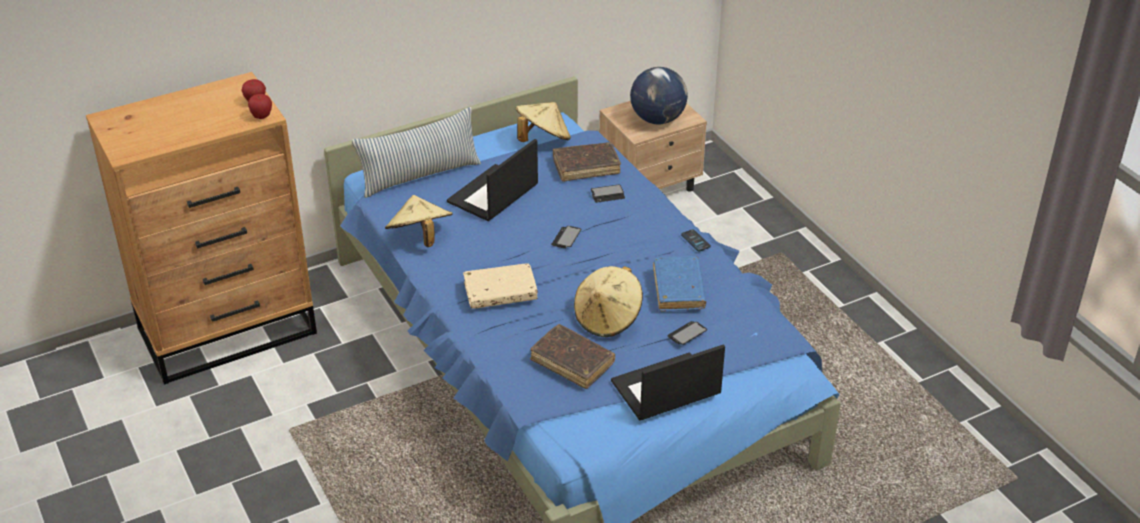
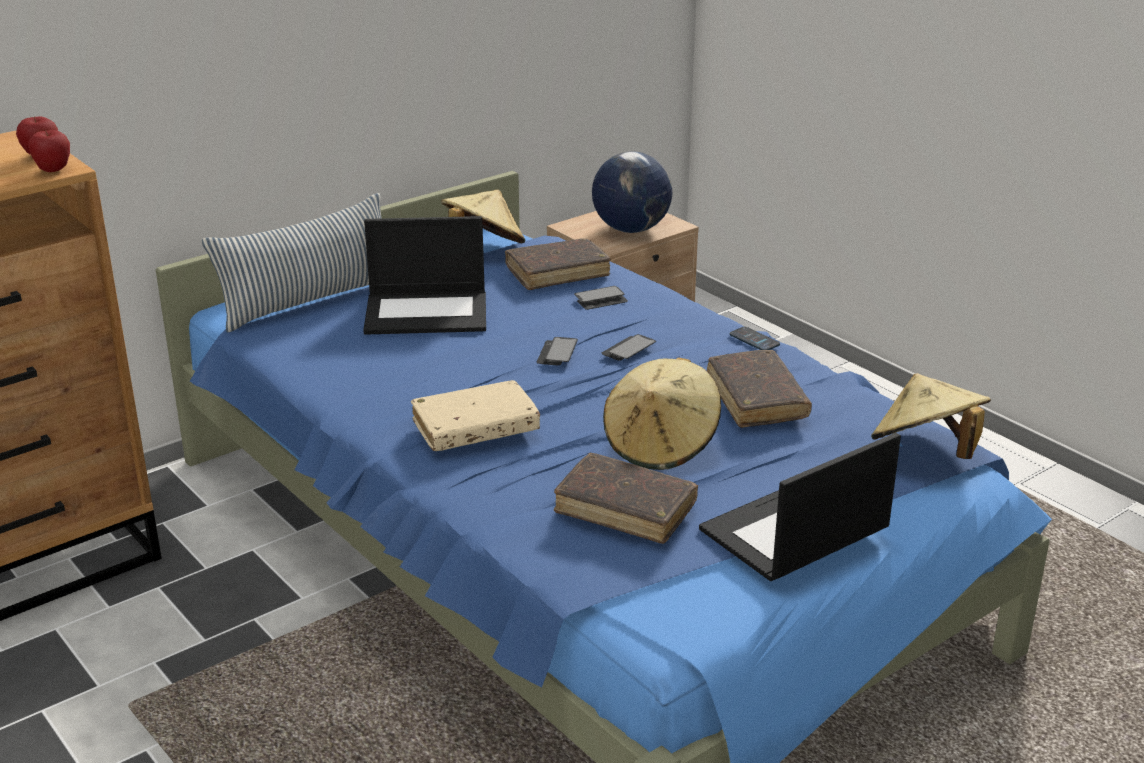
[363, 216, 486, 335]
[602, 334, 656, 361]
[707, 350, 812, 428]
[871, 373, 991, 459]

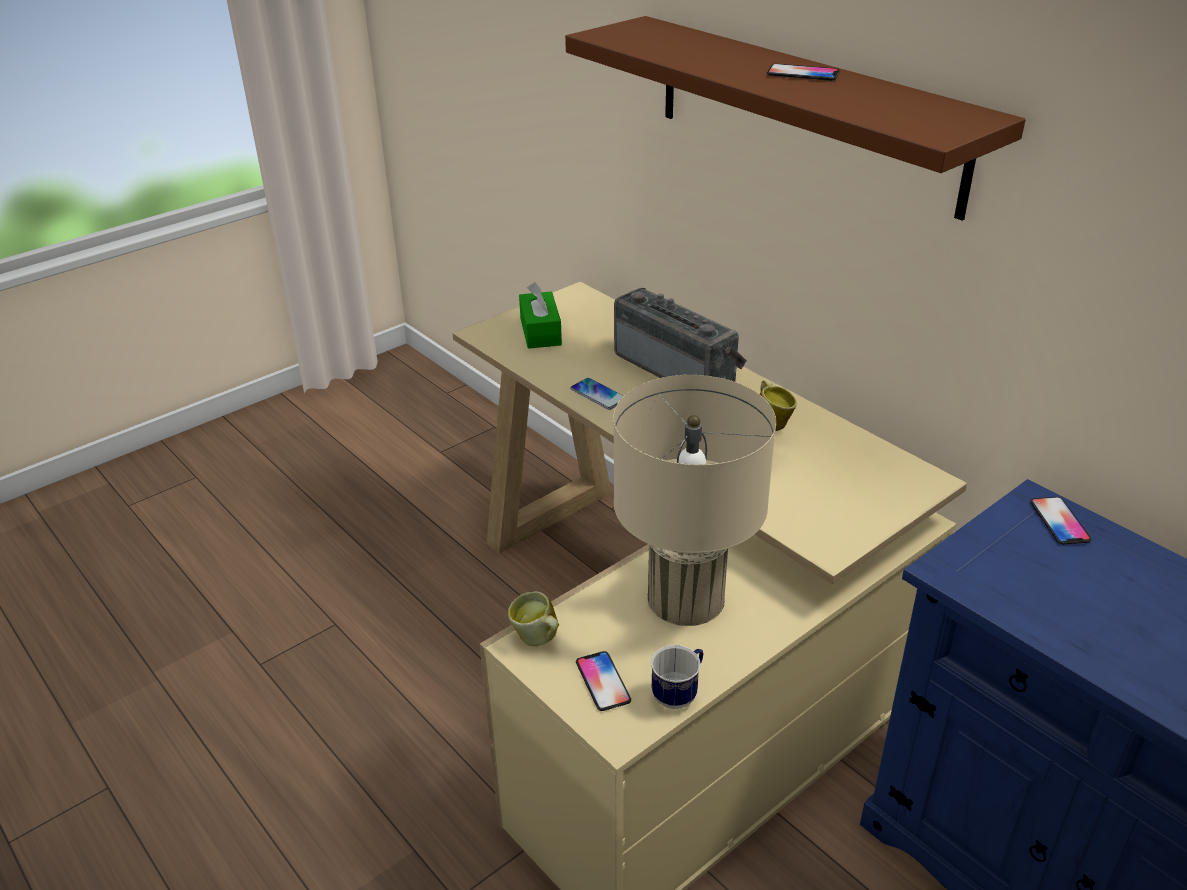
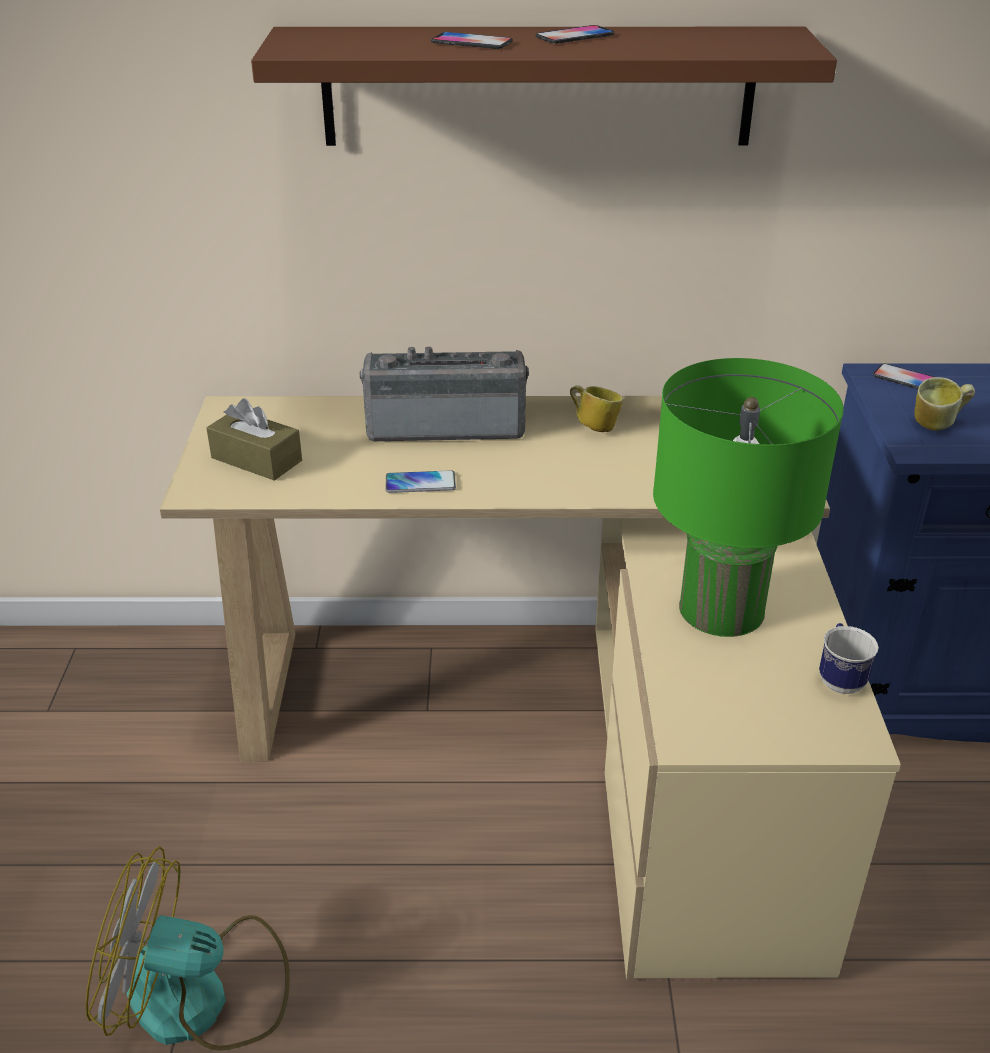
[85, 846, 290, 1051]
[206, 398, 302, 481]
[431, 32, 513, 49]
[653, 358, 844, 637]
[914, 377, 975, 431]

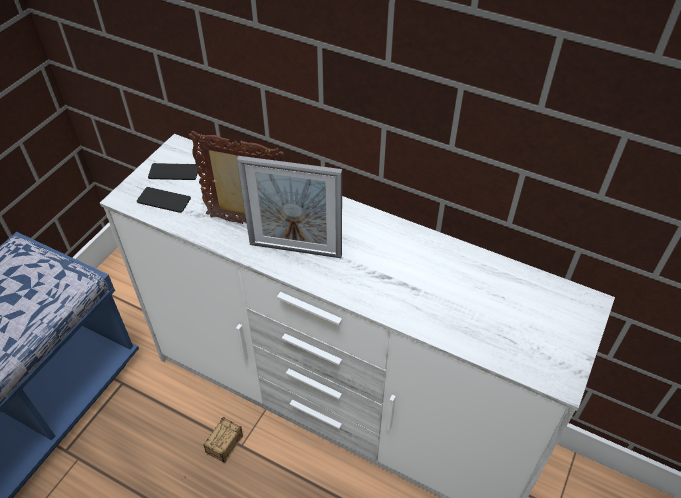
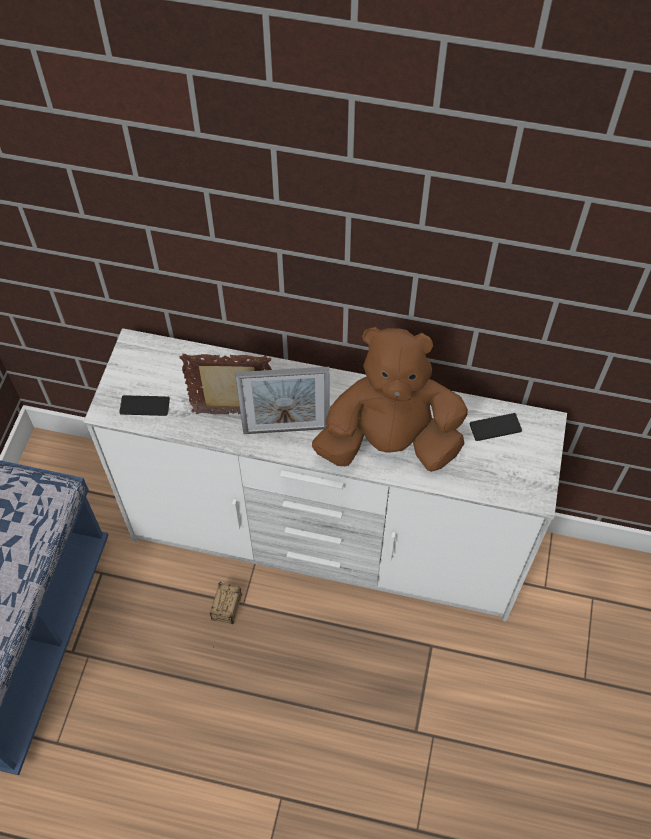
[312, 327, 468, 472]
[470, 413, 522, 441]

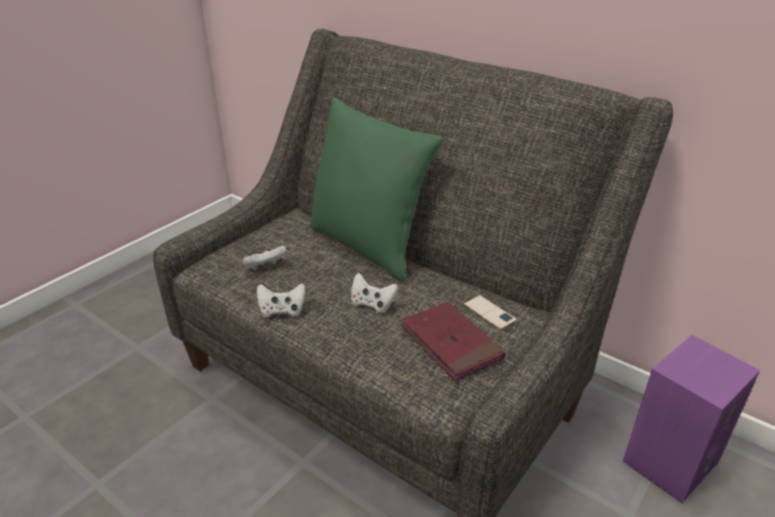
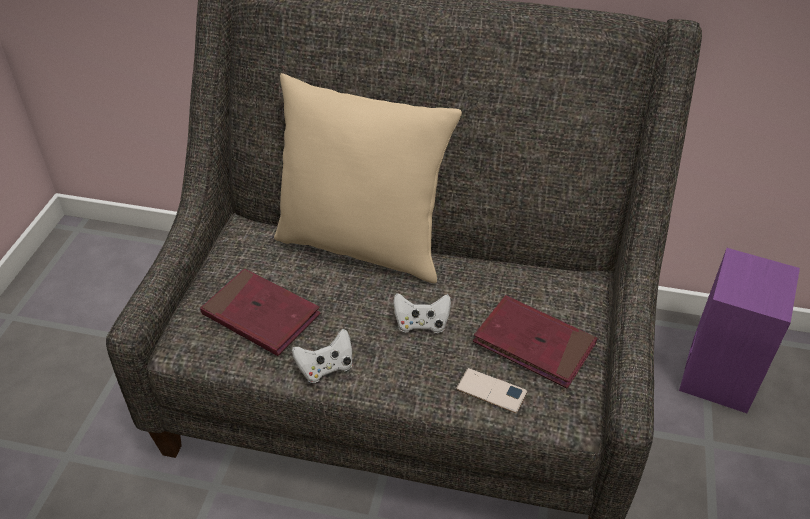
[200, 269, 321, 356]
[274, 73, 462, 283]
[456, 368, 528, 413]

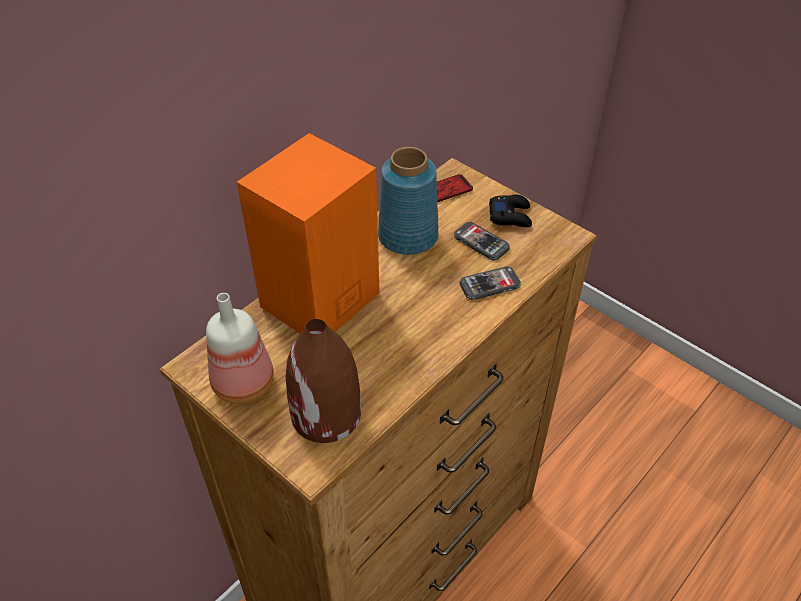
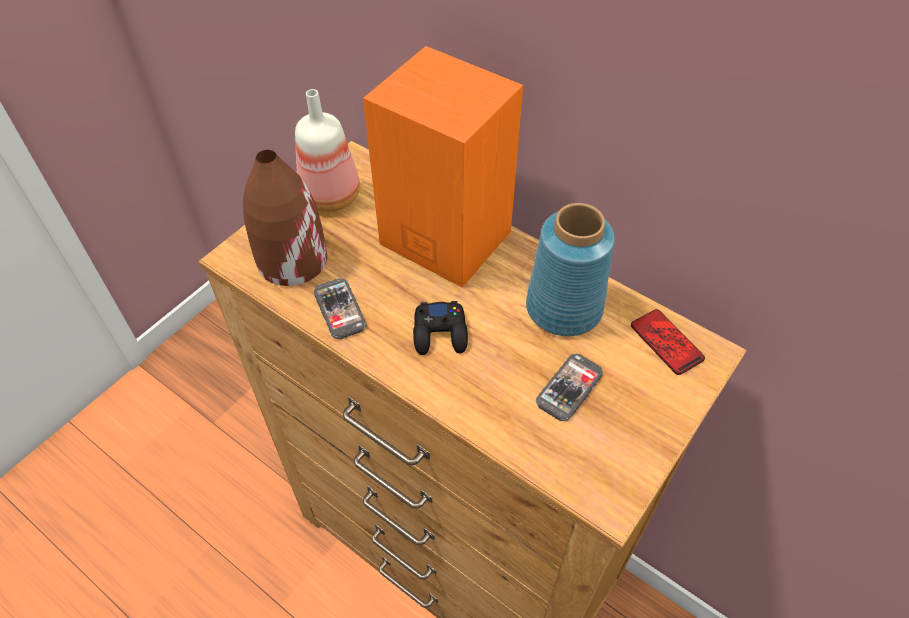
[313, 278, 367, 339]
[413, 301, 468, 355]

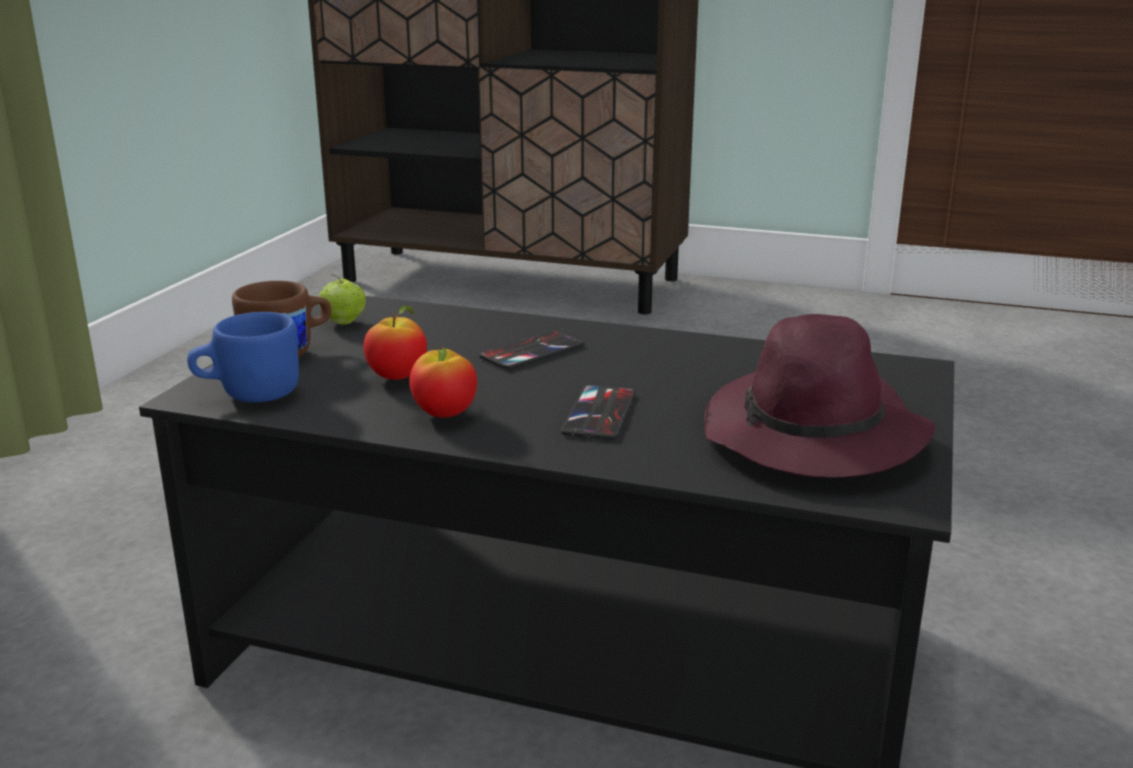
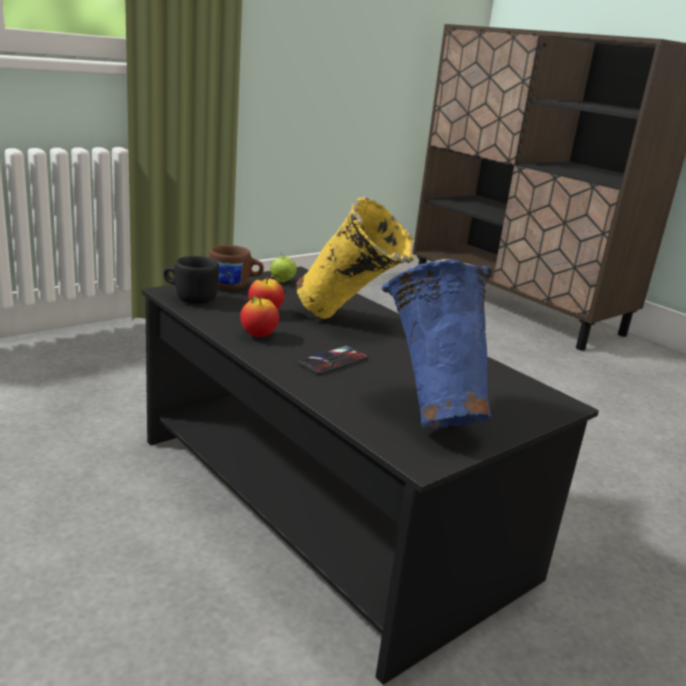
[163, 256, 219, 304]
[296, 196, 414, 319]
[382, 259, 492, 429]

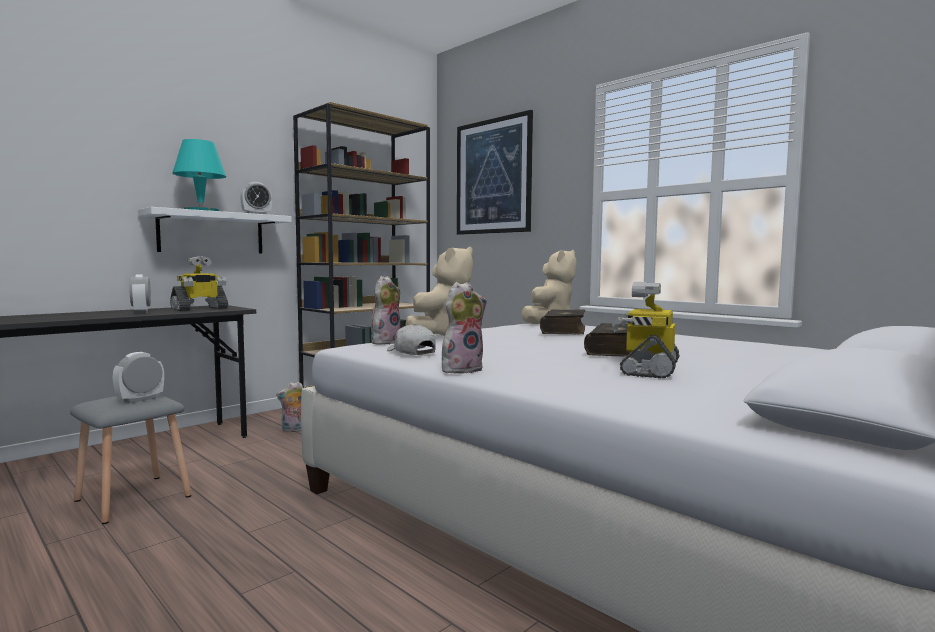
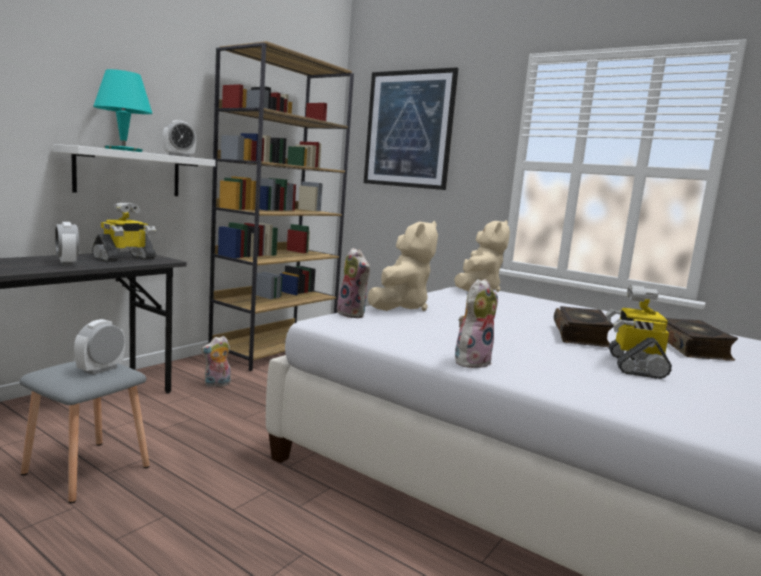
[334, 248, 370, 318]
[666, 318, 738, 361]
[387, 324, 436, 355] (first image)

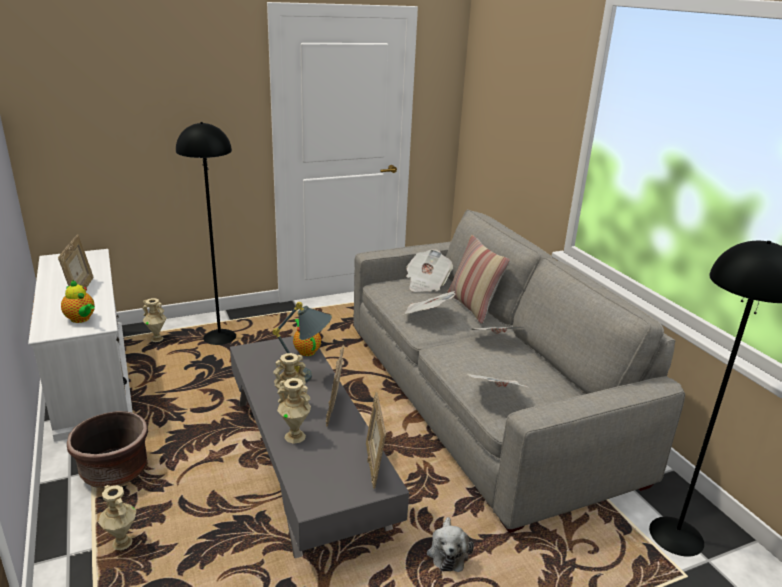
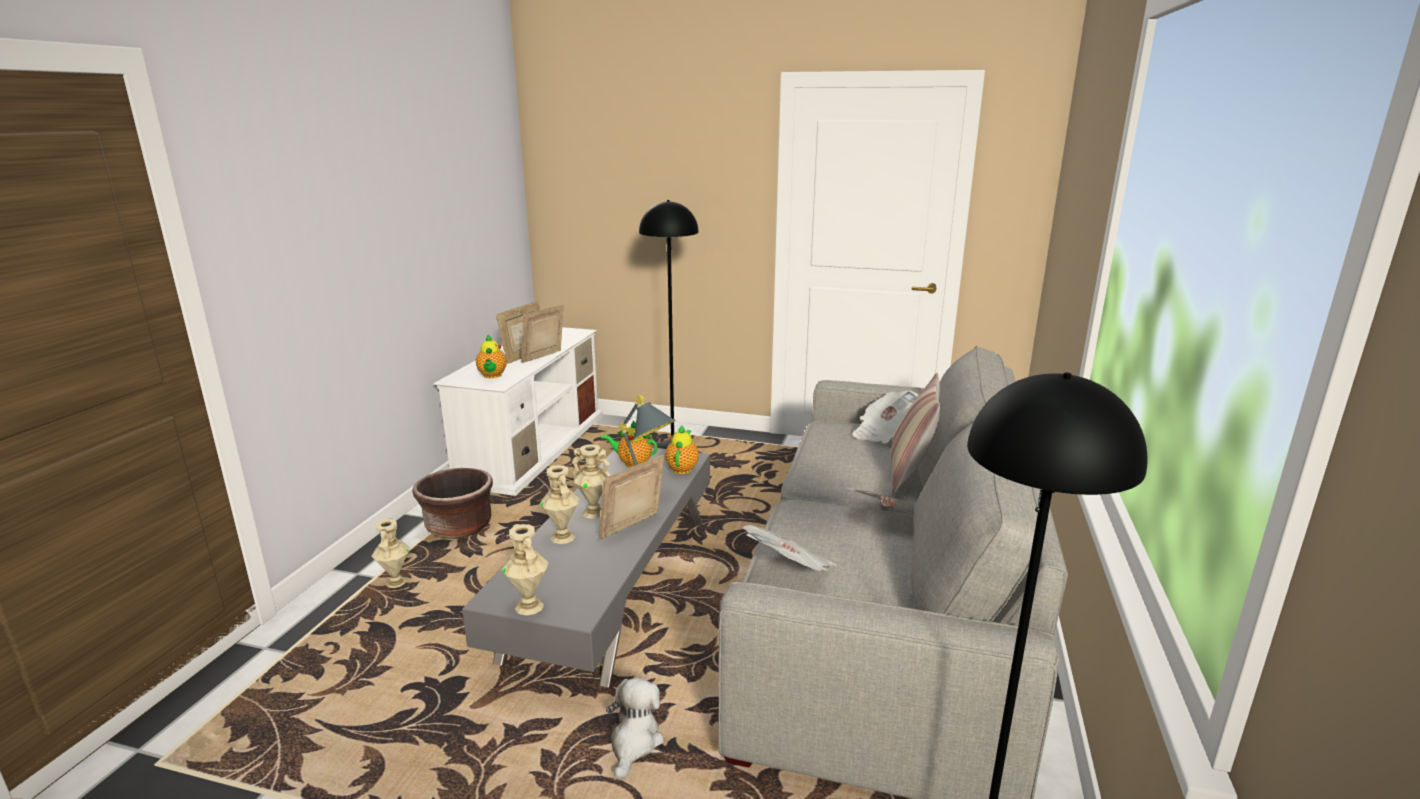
[502, 524, 549, 616]
[521, 305, 564, 363]
[601, 421, 657, 468]
[606, 678, 664, 780]
[403, 291, 456, 315] (first image)

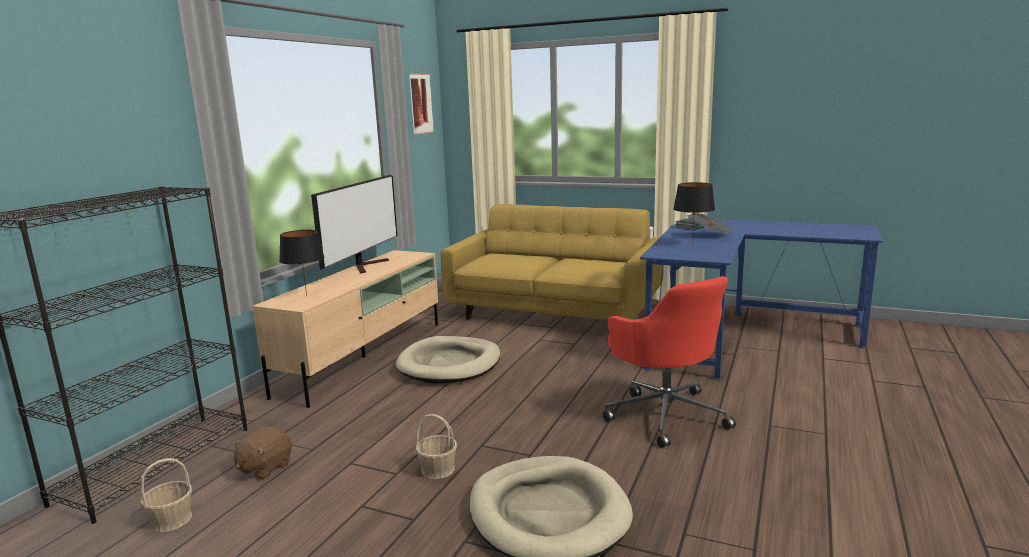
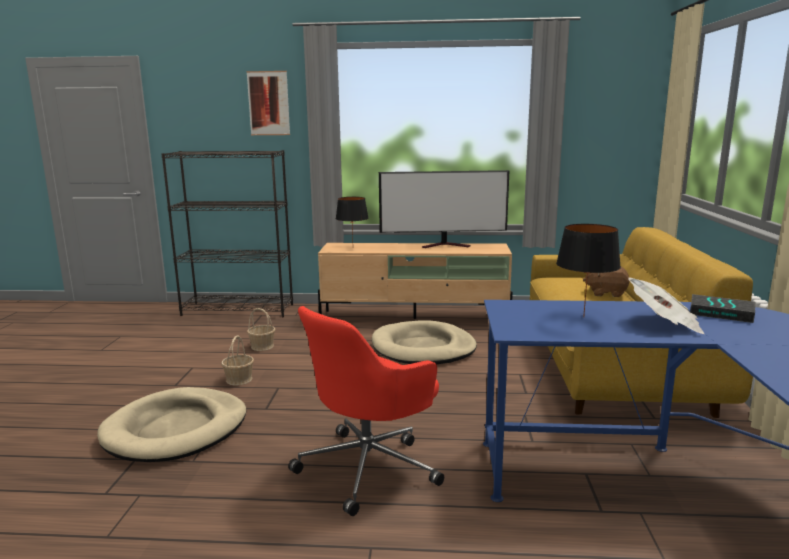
[246, 71, 290, 135]
[247, 308, 275, 351]
[583, 267, 629, 297]

